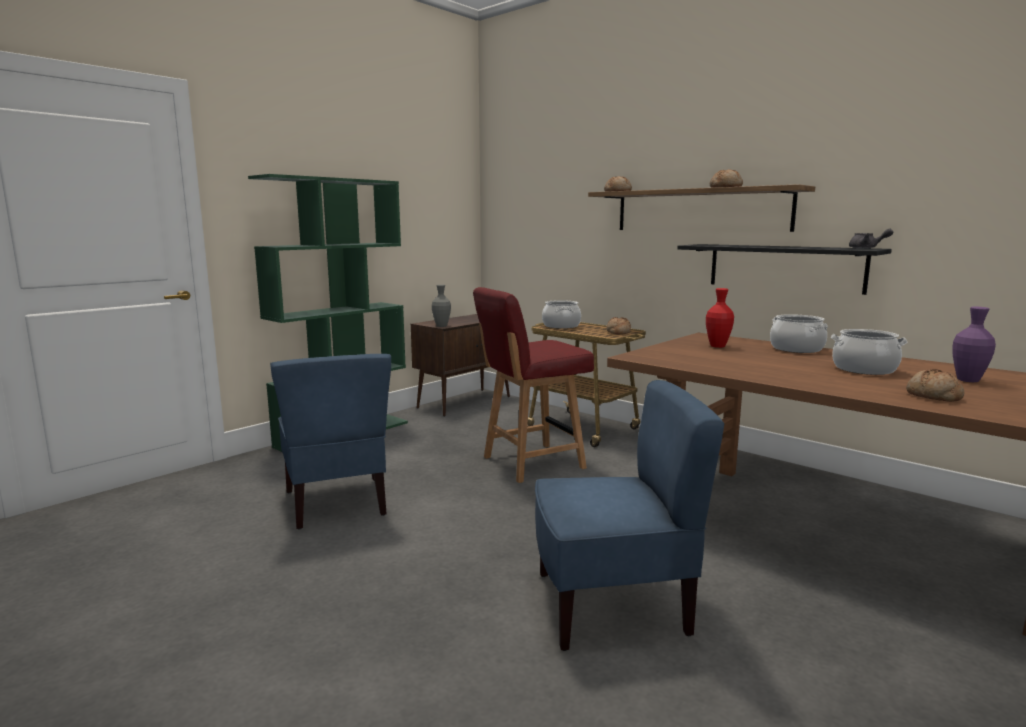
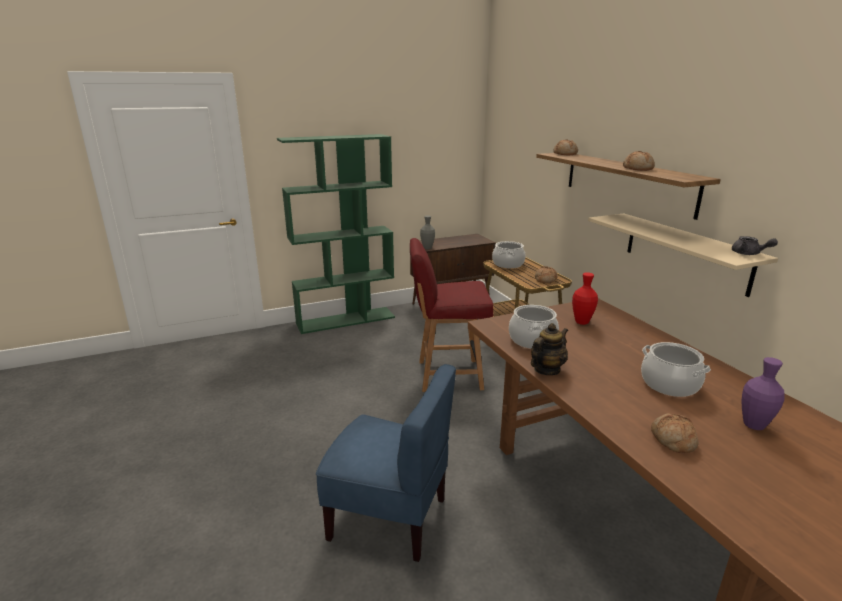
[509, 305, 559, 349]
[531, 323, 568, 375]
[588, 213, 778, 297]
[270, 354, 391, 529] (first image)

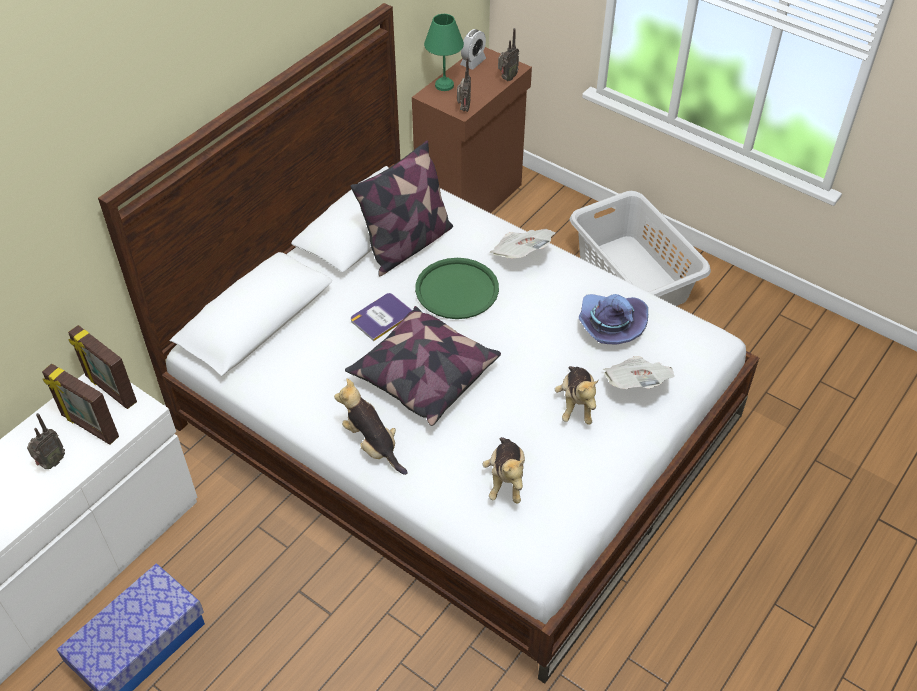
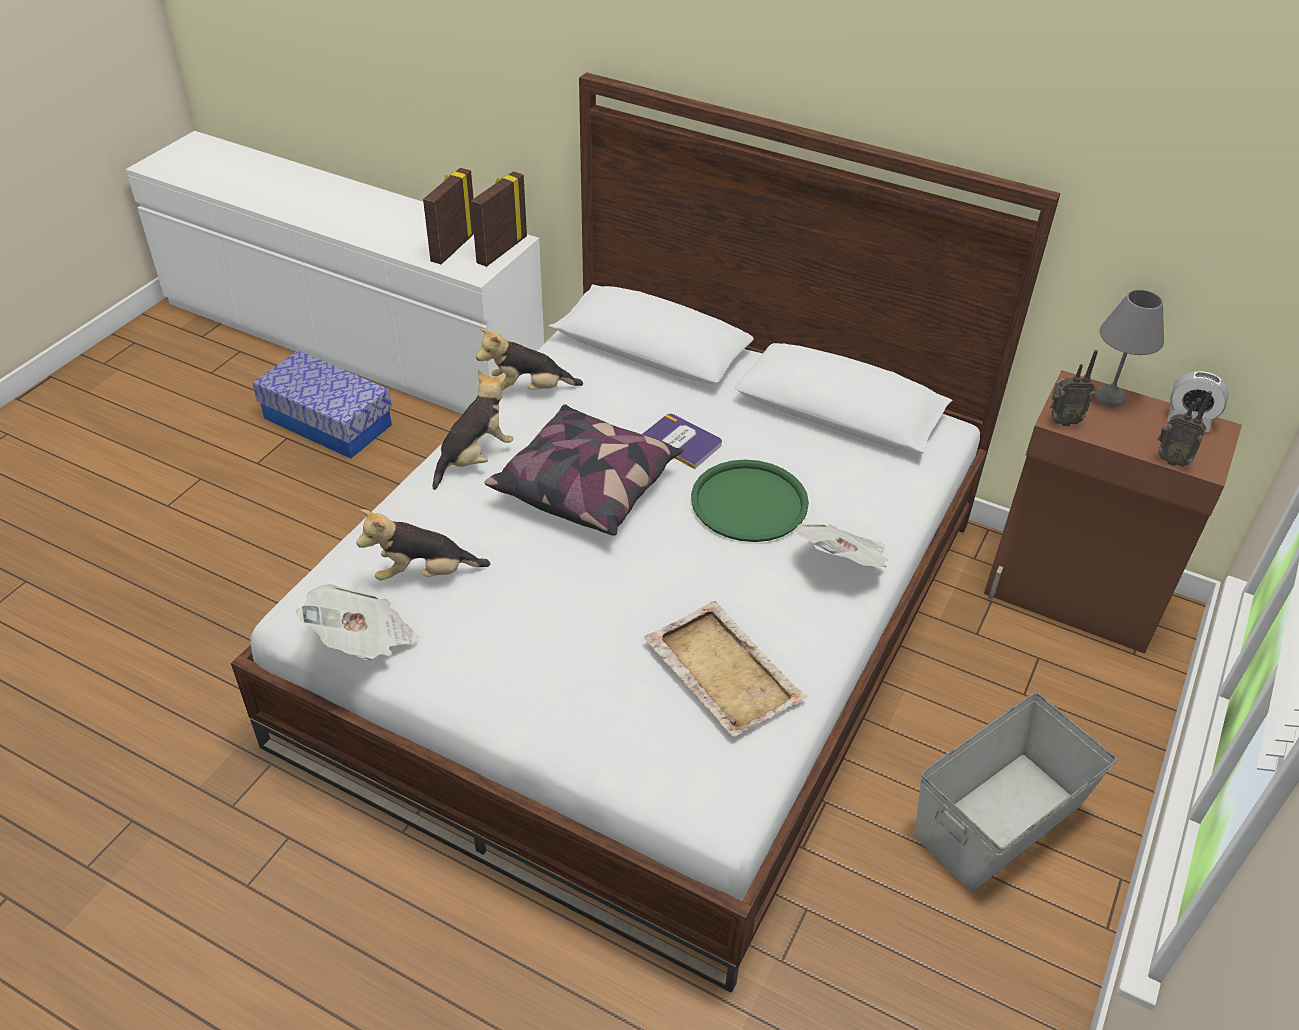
[296, 584, 419, 660]
[476, 328, 583, 390]
[644, 601, 807, 737]
[914, 692, 1117, 892]
[1095, 290, 1164, 407]
[27, 413, 65, 469] (first image)
[350, 140, 453, 276] (first image)

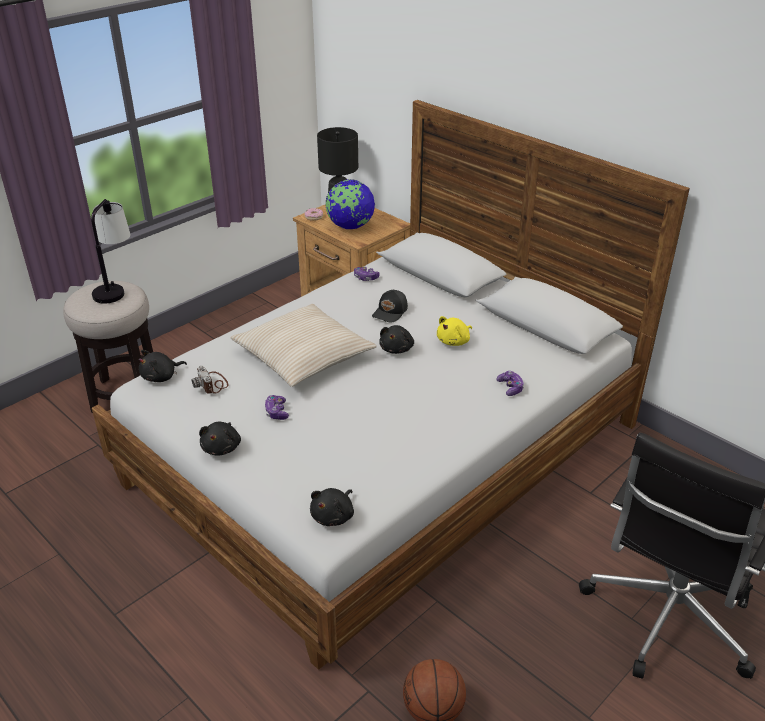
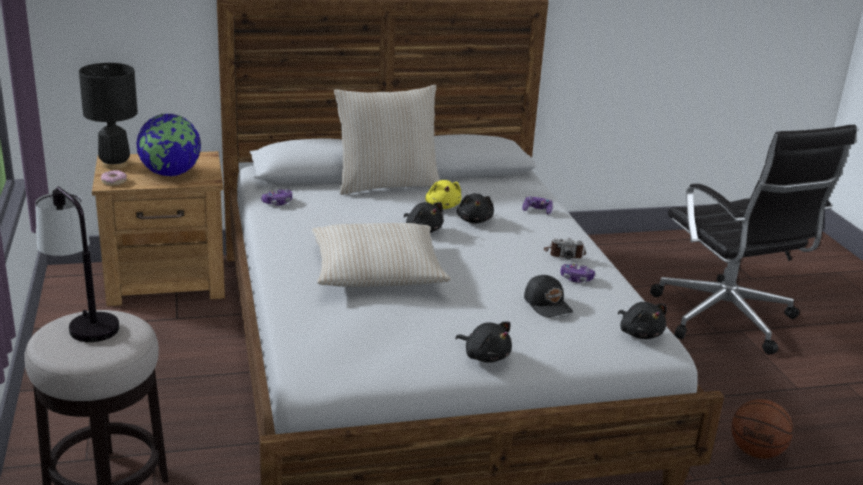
[334, 85, 440, 195]
[457, 193, 494, 223]
[524, 275, 573, 317]
[544, 238, 586, 259]
[560, 263, 595, 283]

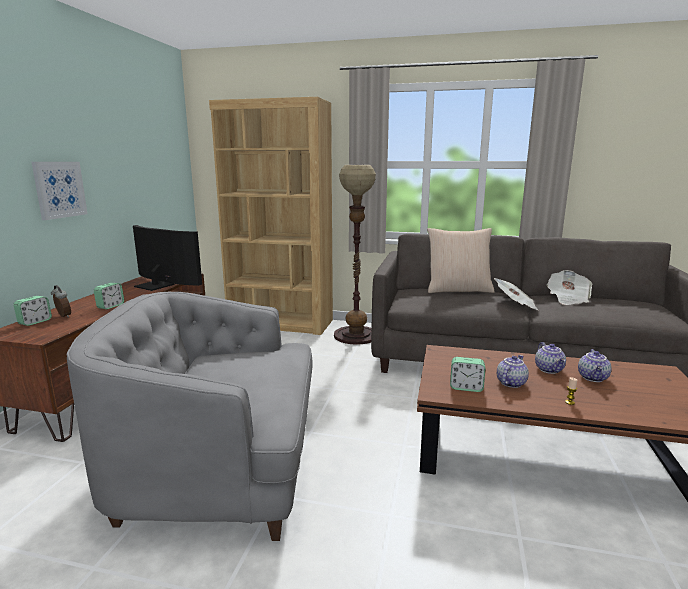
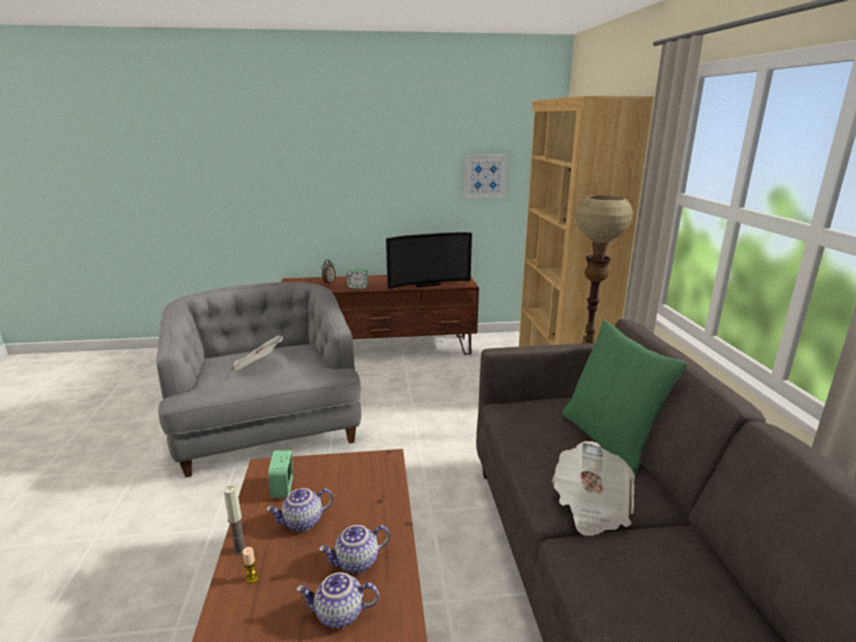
[223, 485, 247, 555]
[233, 335, 283, 372]
[266, 488, 334, 532]
[386, 232, 472, 289]
[464, 155, 508, 199]
[562, 320, 688, 475]
[13, 296, 52, 326] (first image)

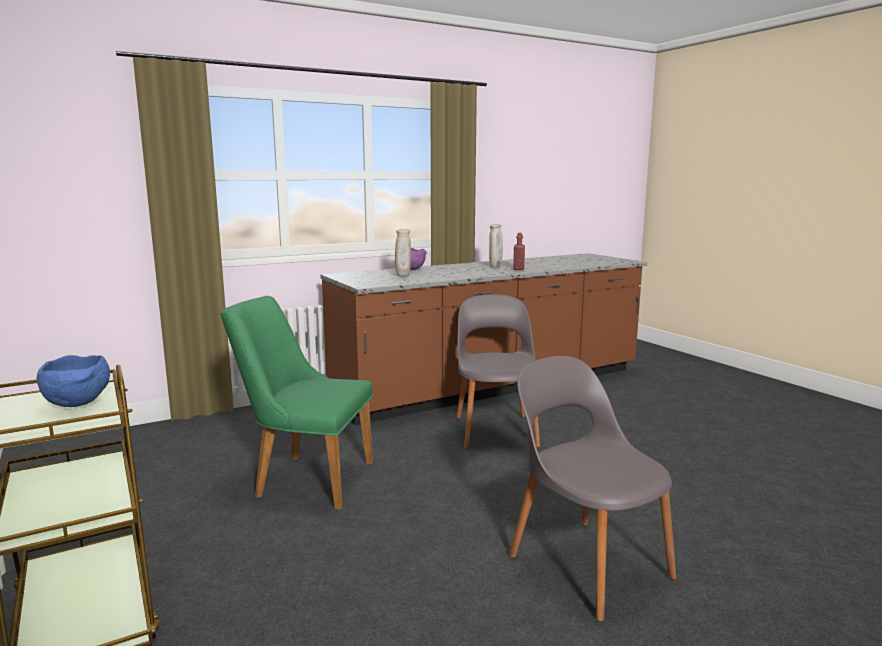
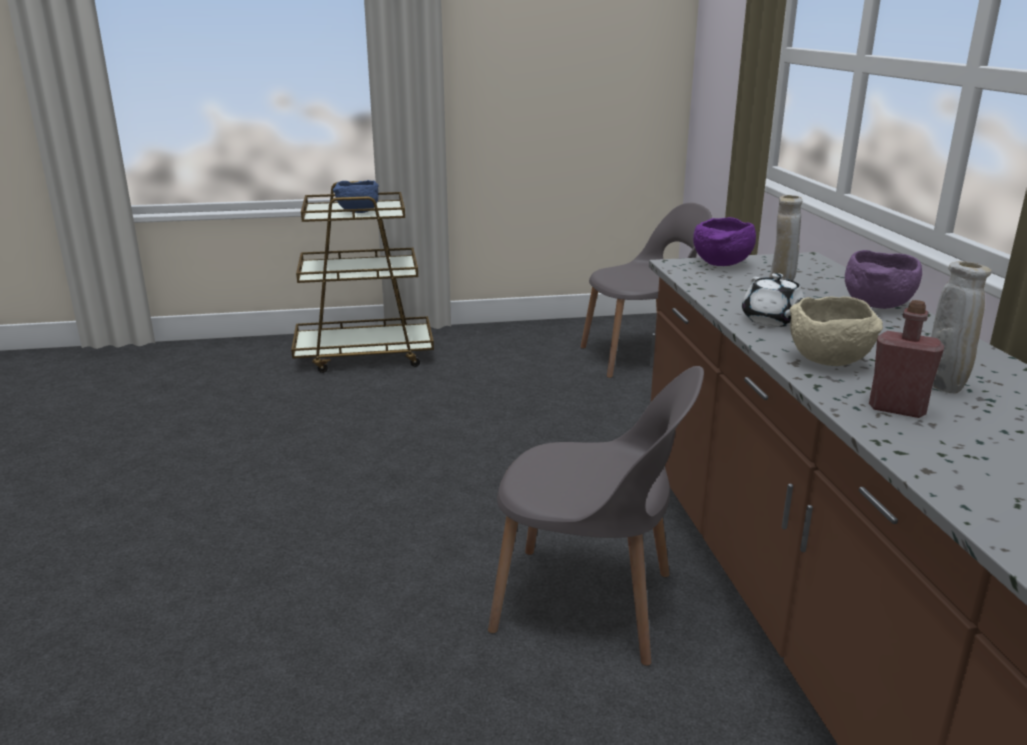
[580, 203, 712, 378]
[693, 217, 756, 266]
[742, 273, 804, 327]
[790, 296, 883, 366]
[221, 296, 373, 510] (first image)

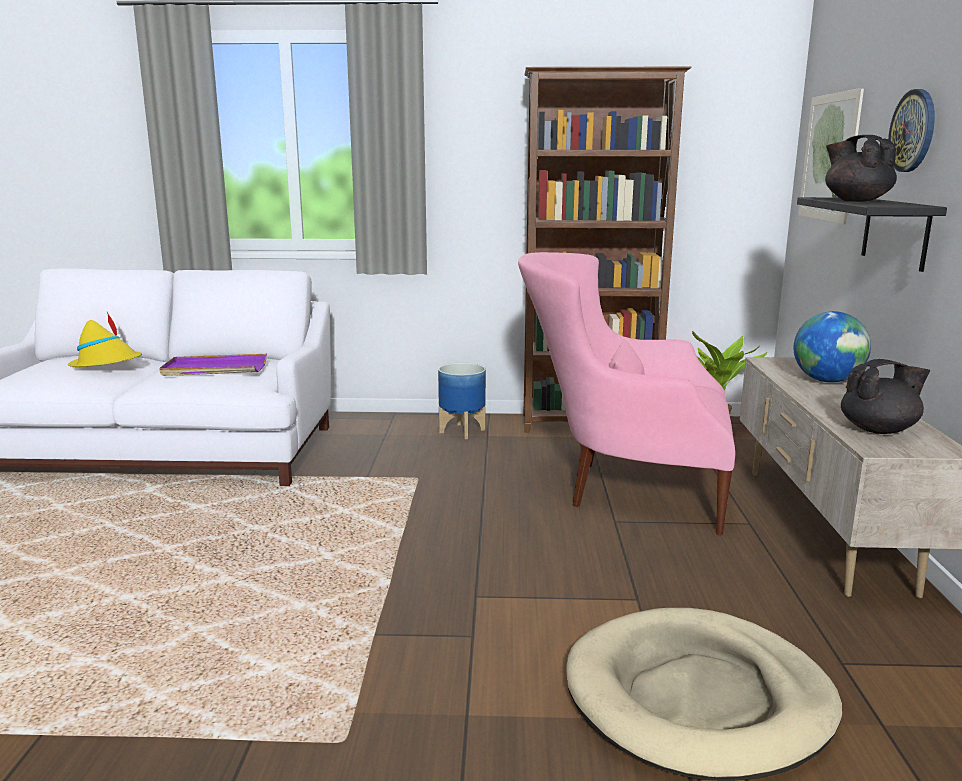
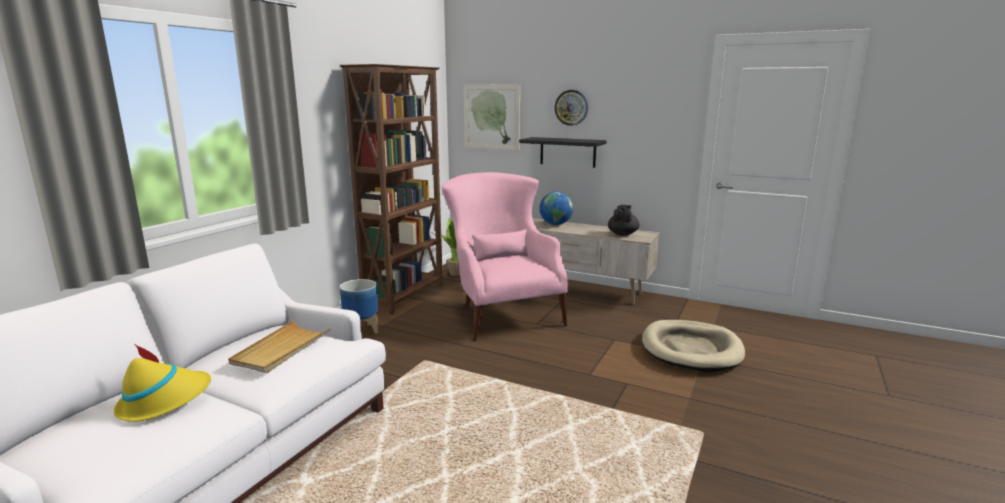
[228, 320, 331, 373]
[442, 172, 568, 341]
[825, 135, 897, 202] (first image)

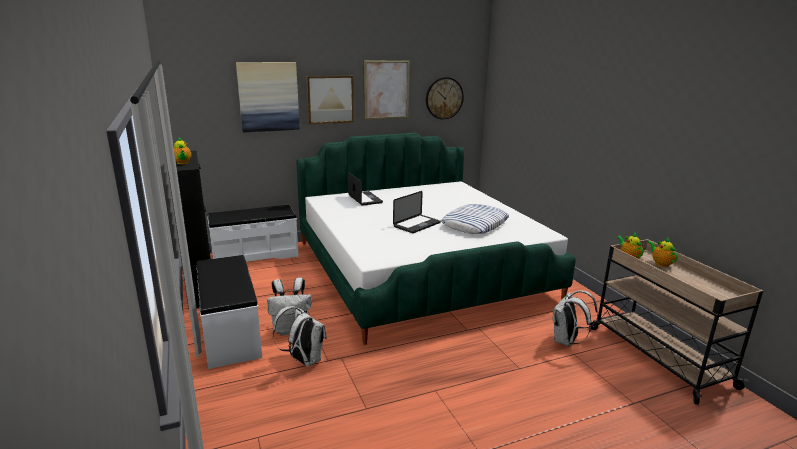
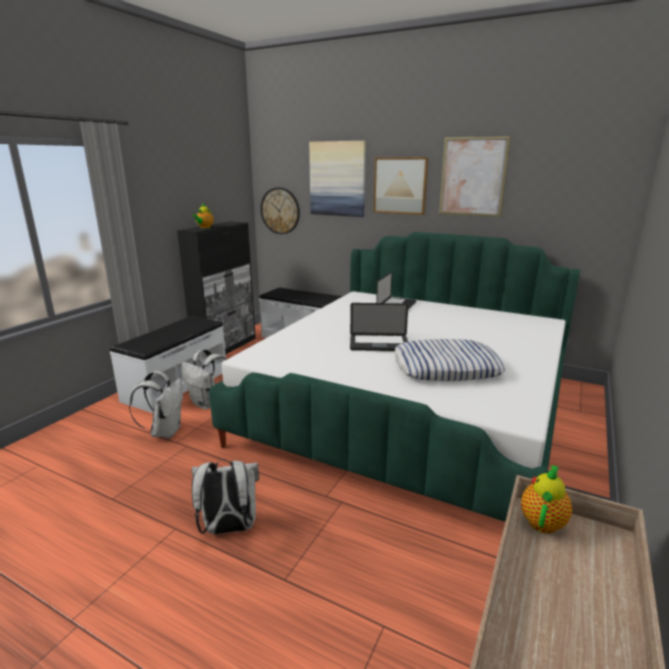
[191, 459, 259, 534]
[260, 187, 300, 234]
[647, 238, 678, 267] (first image)

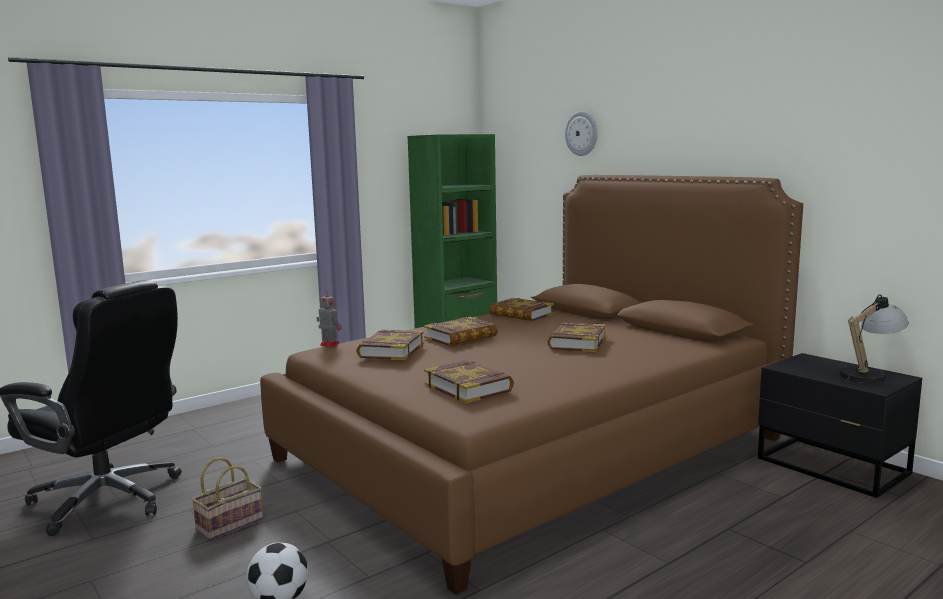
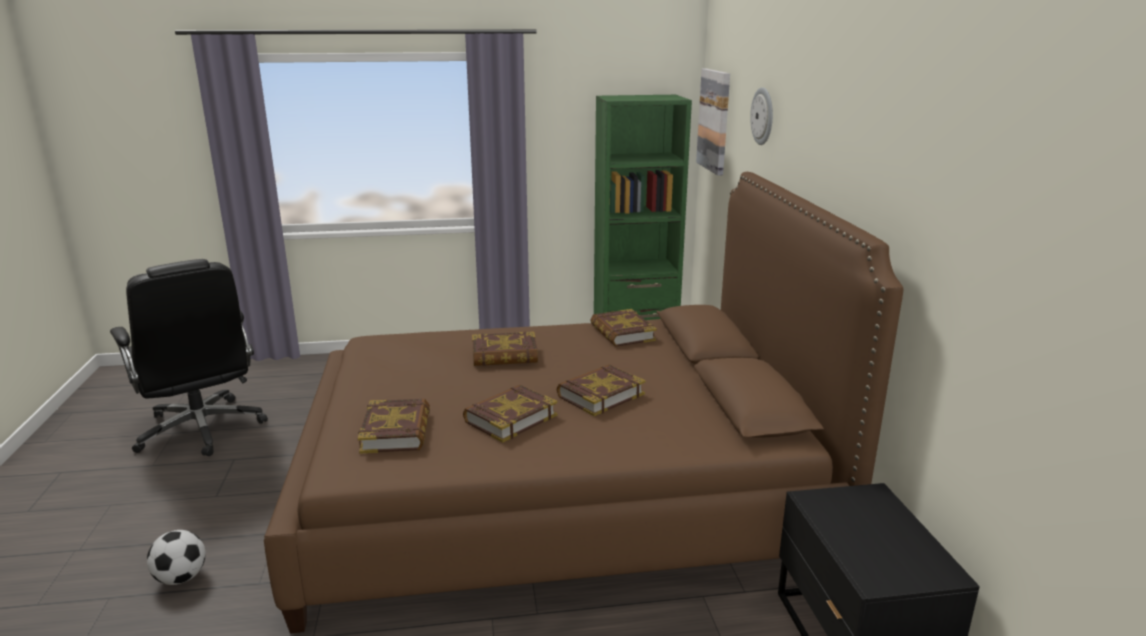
[463, 385, 557, 443]
[696, 69, 730, 175]
[191, 457, 263, 540] (first image)
[317, 290, 342, 347] (first image)
[840, 294, 909, 383] (first image)

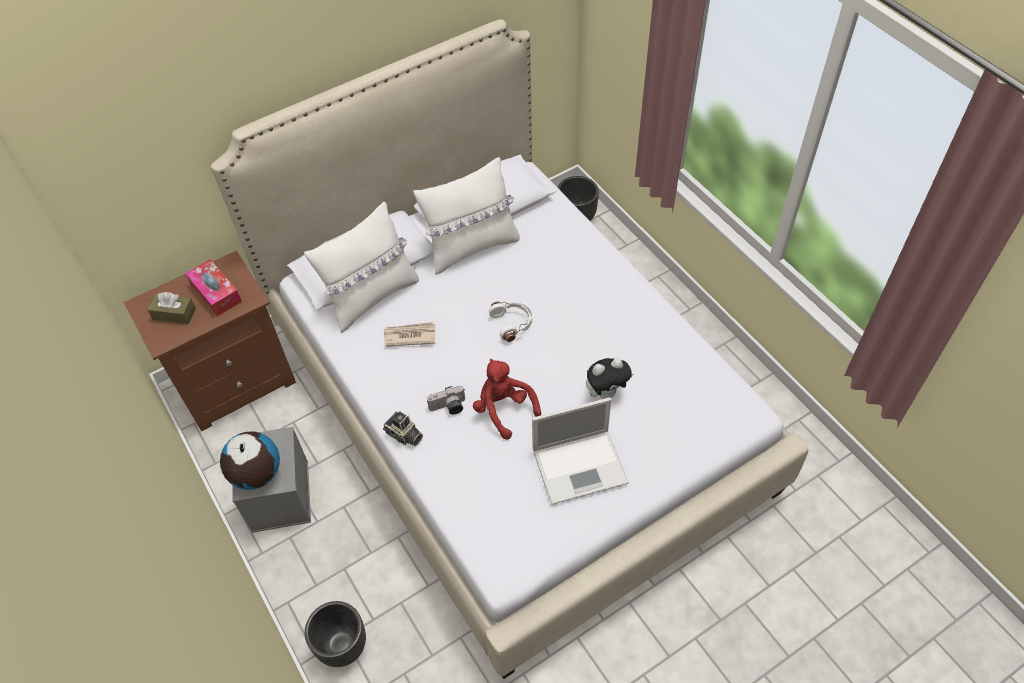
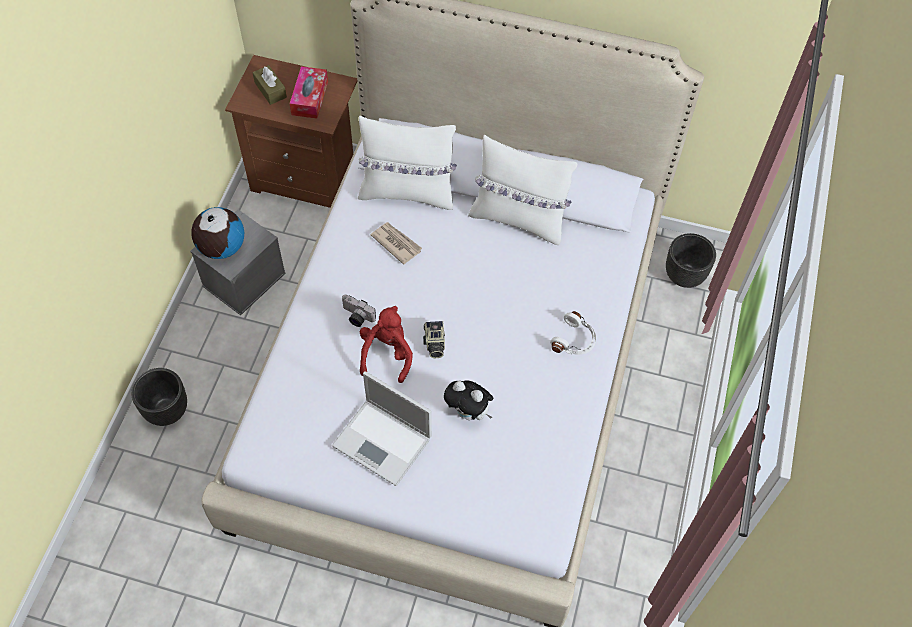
[423, 321, 445, 358]
[550, 311, 596, 355]

